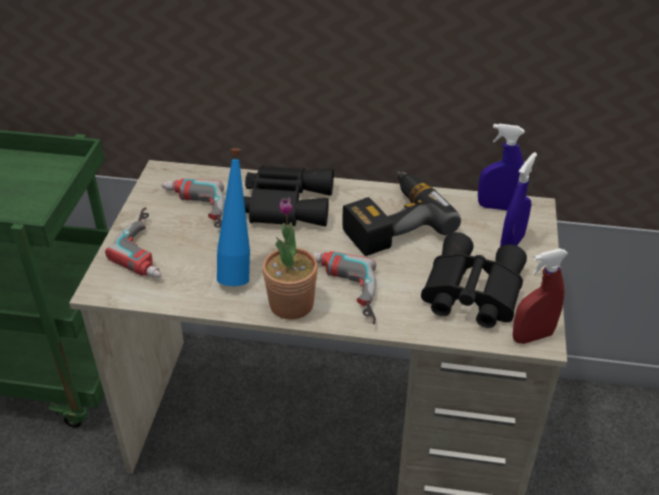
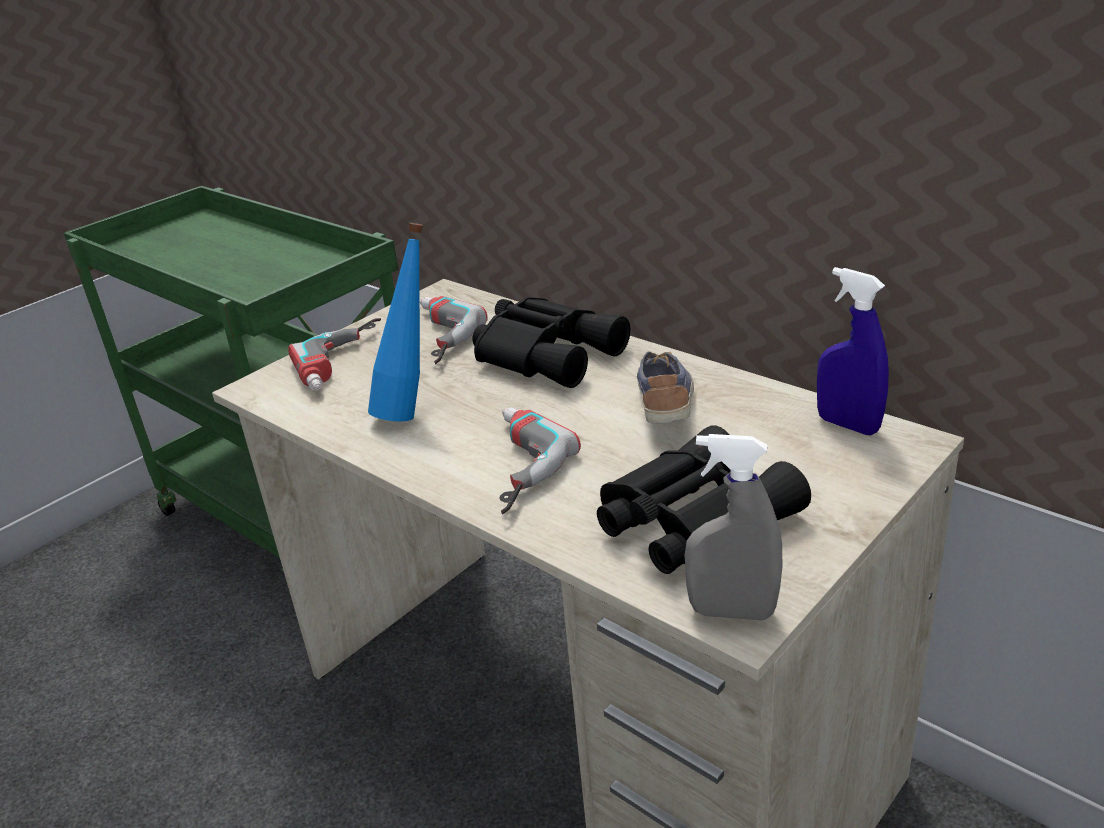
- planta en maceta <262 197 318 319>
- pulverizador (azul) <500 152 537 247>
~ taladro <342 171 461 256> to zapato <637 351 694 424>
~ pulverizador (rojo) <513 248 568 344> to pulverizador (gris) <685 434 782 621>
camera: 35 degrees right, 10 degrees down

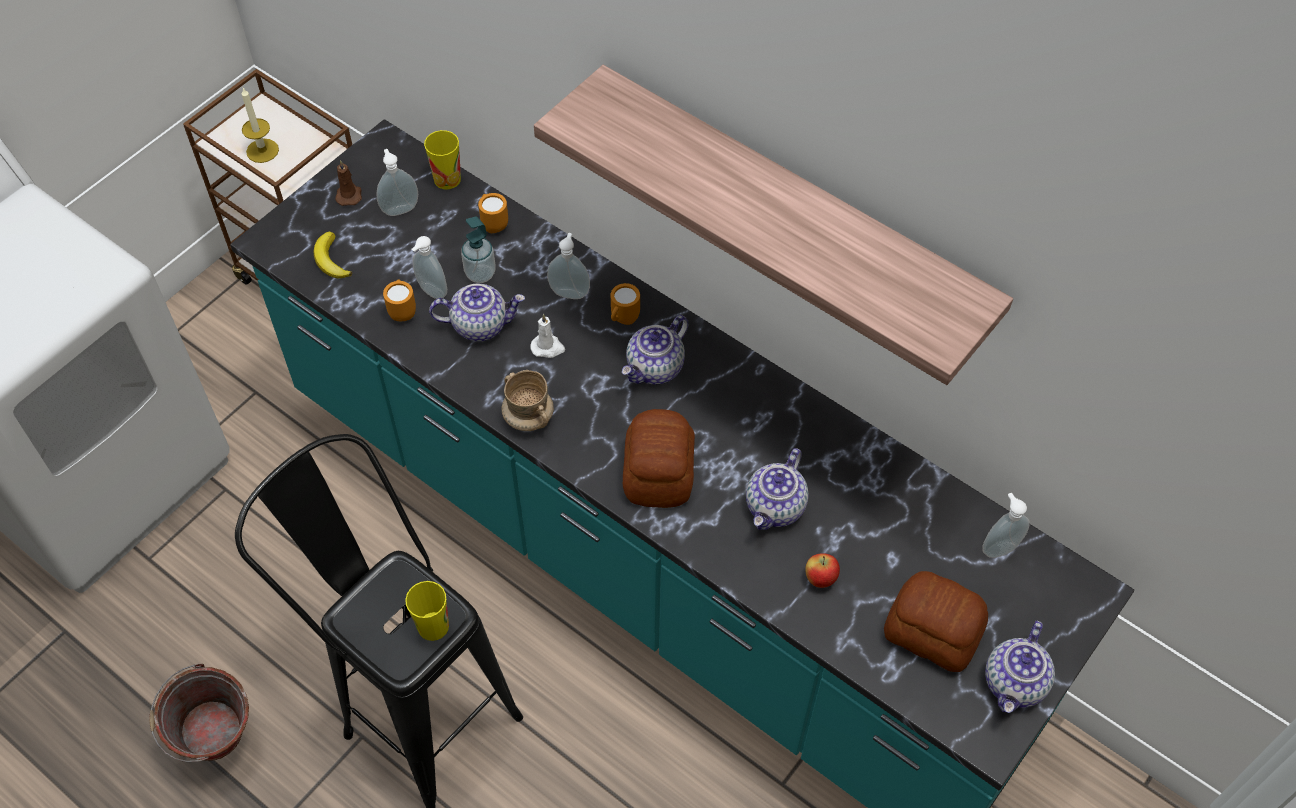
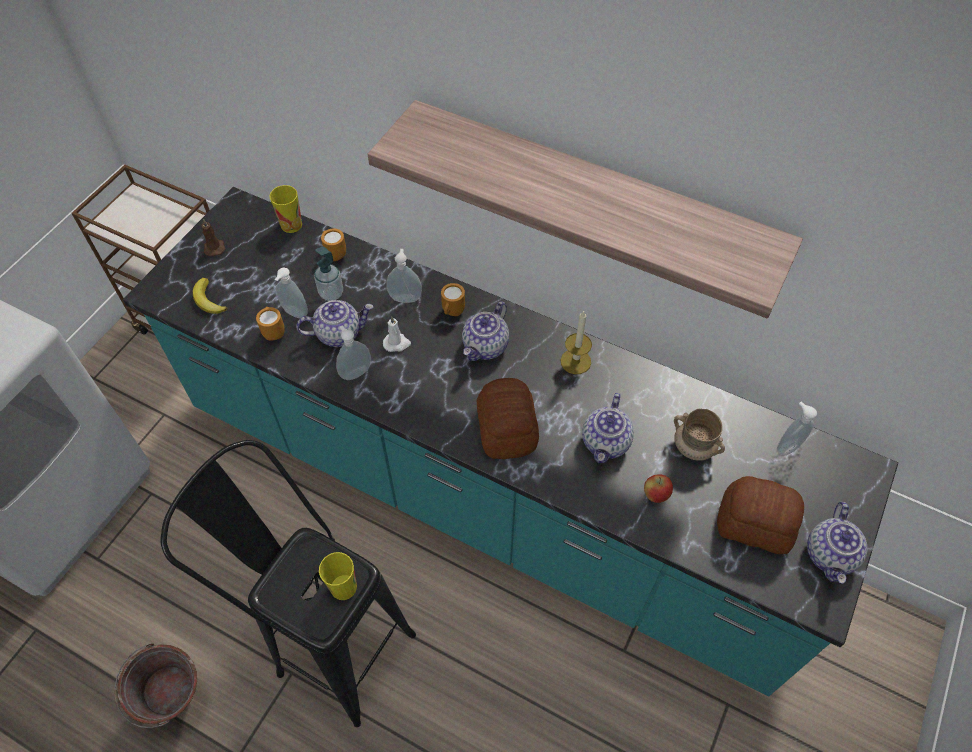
~ vela <241 88 279 163> to <561 311 592 374>
~ dispensador de jabón <376 149 418 216> to <336 326 371 380>
~ taza grande (beis) <502 370 554 431> to <674 409 725 461>
camera: 10 degrees left, 0 degrees up

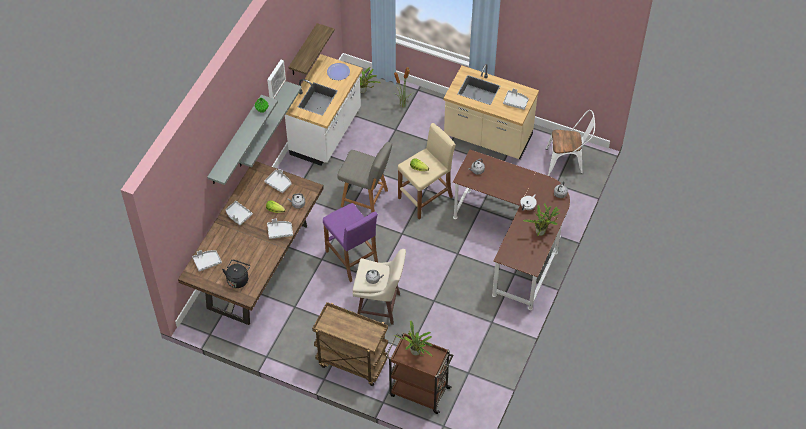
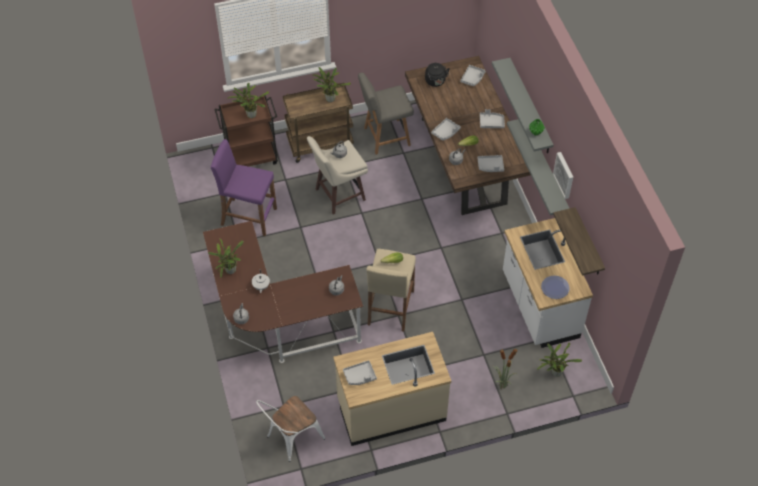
+ planta en maceta <312 67 351 102>
~ taburete (morado) <323 203 378 282> to <211 139 277 236>
~ silla (gris) <337 142 392 213> to <358 73 414 155>
camera: 140 degrees right, 0 degrees up

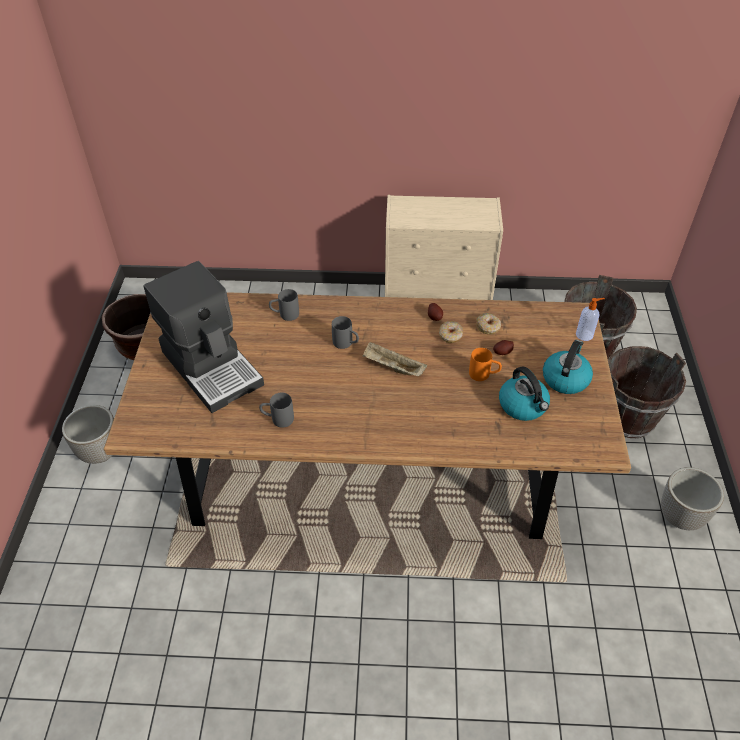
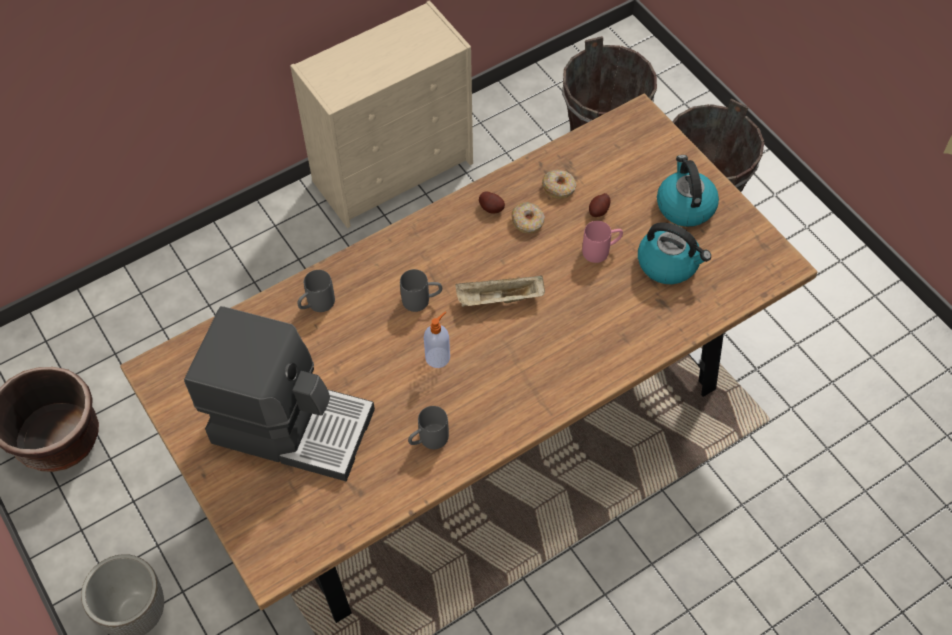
- maceta <661 467 724 530>
~ dispensador de jabón <576 298 605 341> to <424 312 450 368>
~ taza grande (naranja) <469 348 502 381> to taza grande (rosa) <582 221 623 263>
camera: 35 degrees left, 10 degrees up

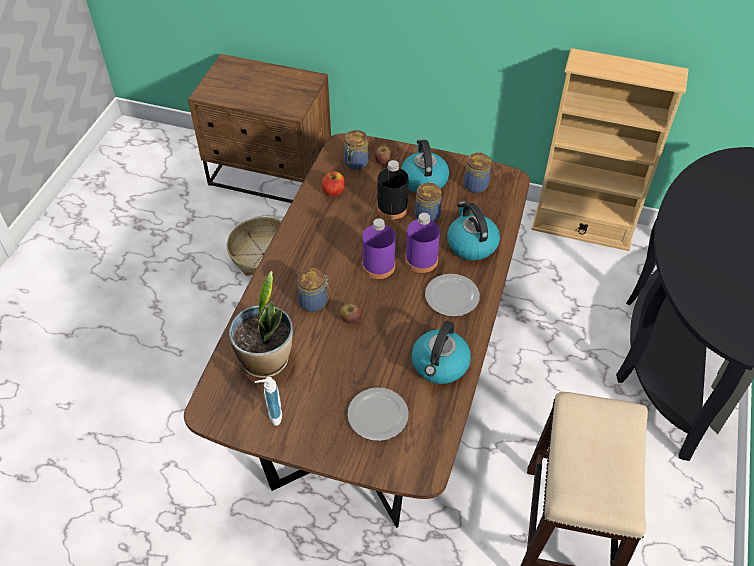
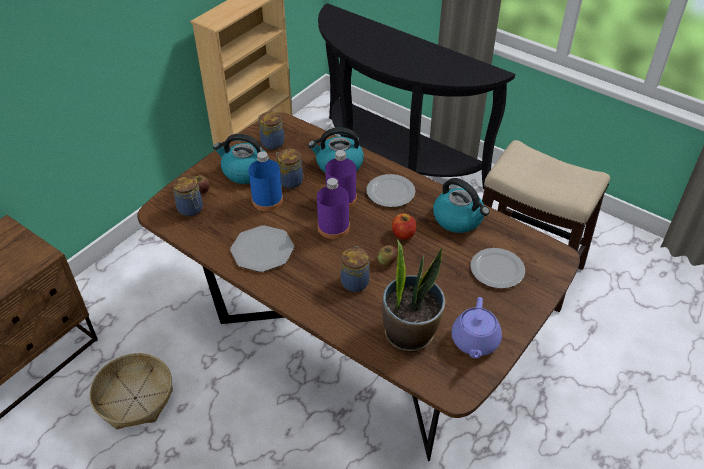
+ plato <230 225 294 272>
~ manzana <322 171 345 196> to <392 213 416 240>
~ dispensador de jabón <255 377 282 426> to tetera (morado) <451 297 502 359>
~ botella (negro) <377 160 409 220> to botella (azul) <248 151 283 211>
camera: 70 degrees left, 5 degrees down

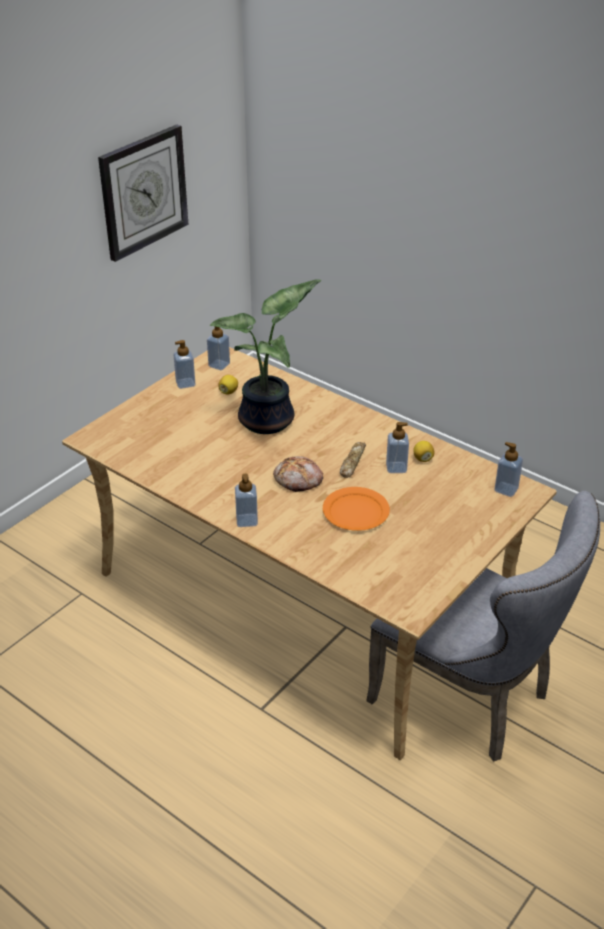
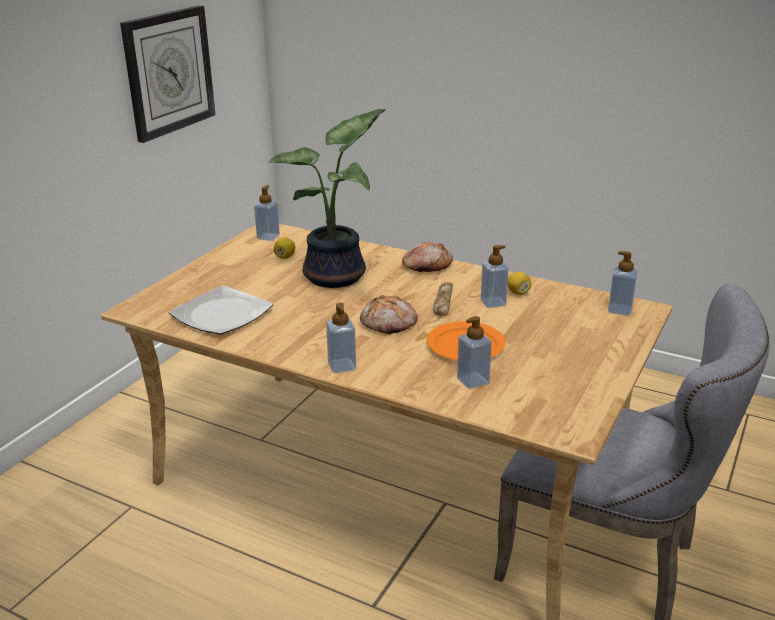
+ plato <169 285 273 335>
+ pan <402 242 453 272>
~ dispensador de jabón <173 340 196 389> to <457 316 492 389>
camera: 10 degrees left, 10 degrees down

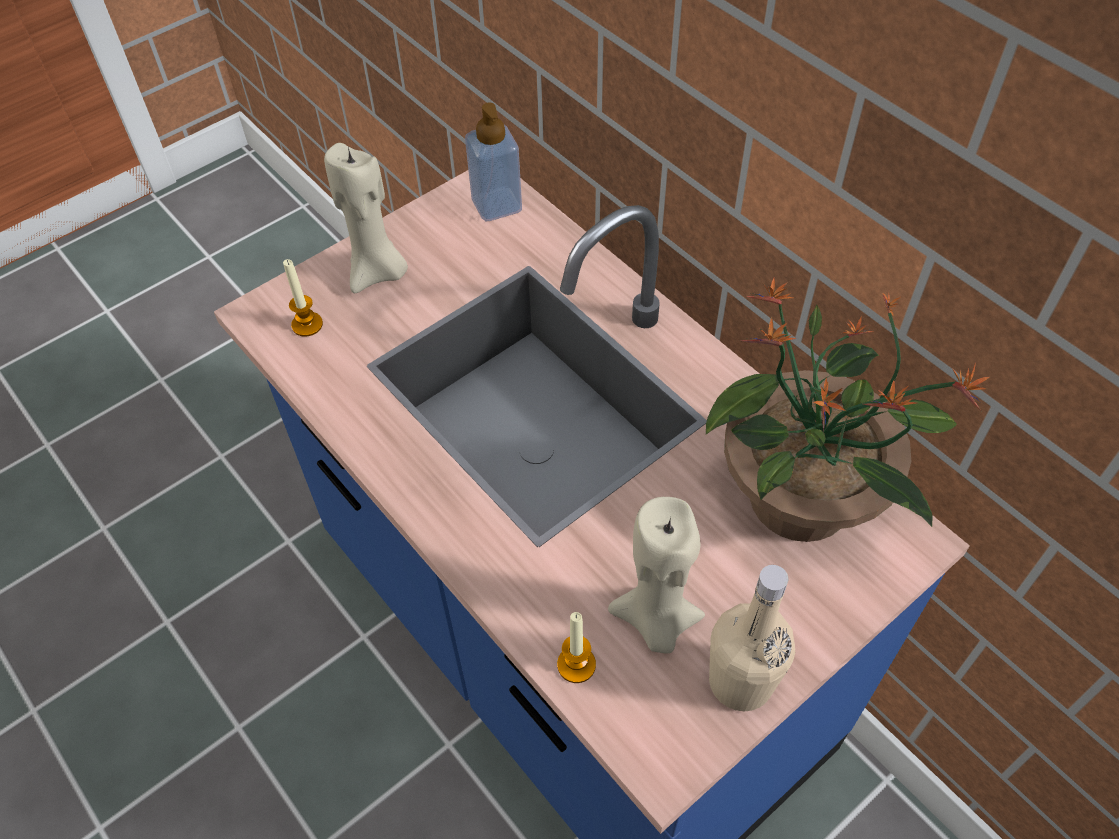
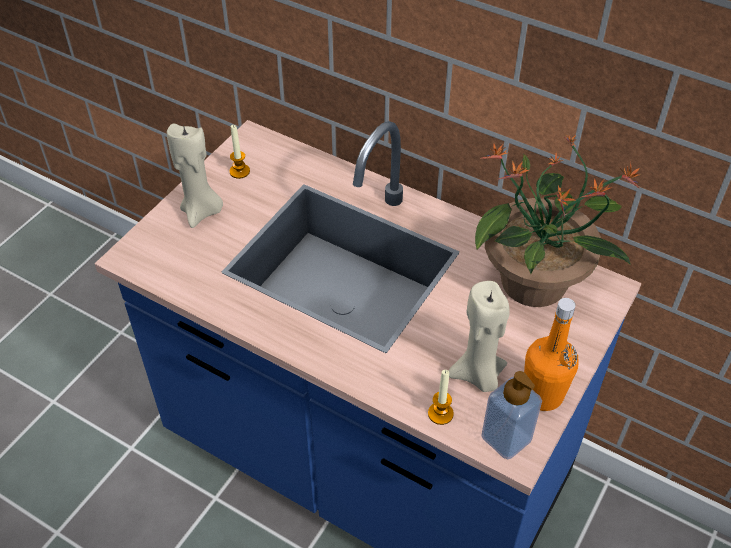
~ vela <283 259 323 337> to <229 125 250 179>
~ dispensador de jabón <465 103 522 221> to <481 371 542 460>
~ botella (beis) <709 565 795 711> to botella (naranja) <524 298 578 411>
camera: 20 degrees left, 5 degrees down

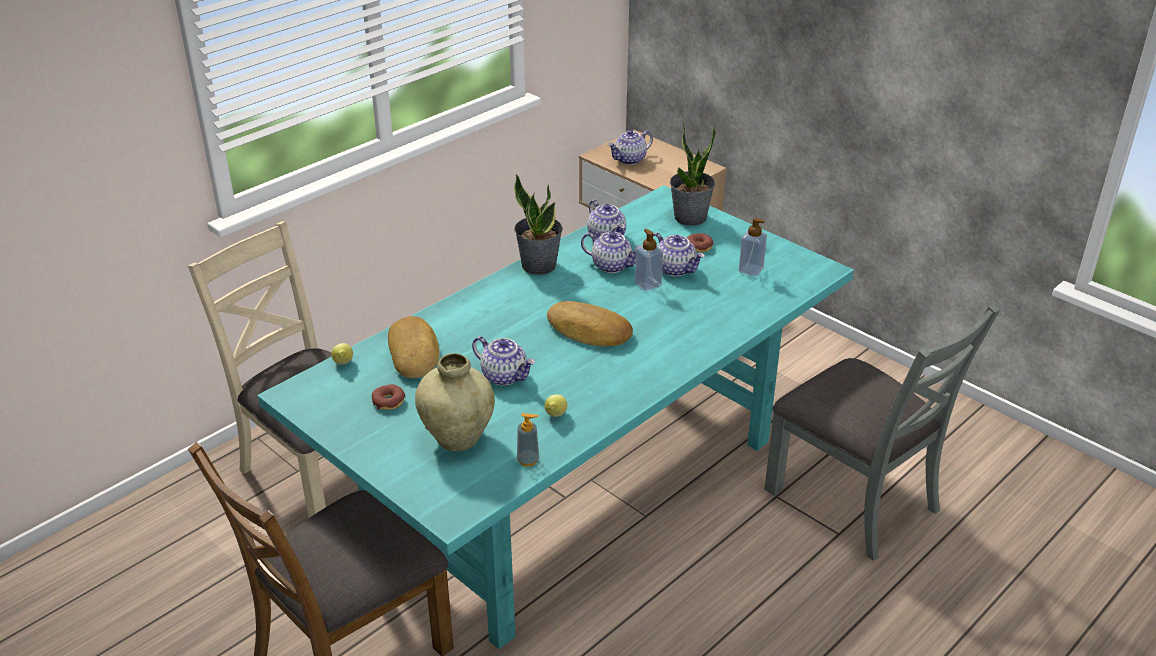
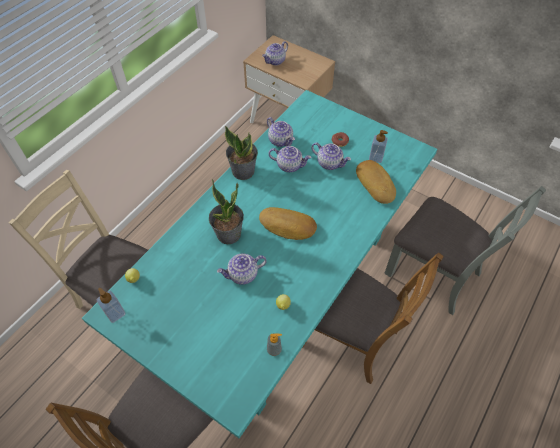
- rosquilla <372 384 406 410>
- florero (beis) <415 353 495 452>
+ silla (marrón) <302 252 444 384>
~ pan <388 316 439 379> to <356 160 396 204>
~ dispensador de jabón <635 229 663 291> to <97 288 125 323>
~ planta en maceta <670 123 716 226> to <209 179 244 244>
~ tetera <472 336 535 386> = <217 253 267 285> 135 degrees clockwise
camera: 10 degrees left, 20 degrees up

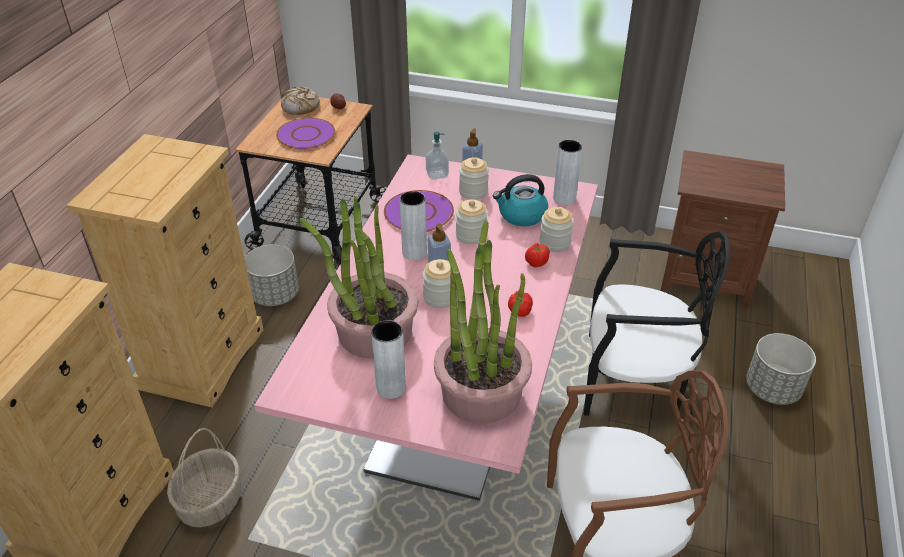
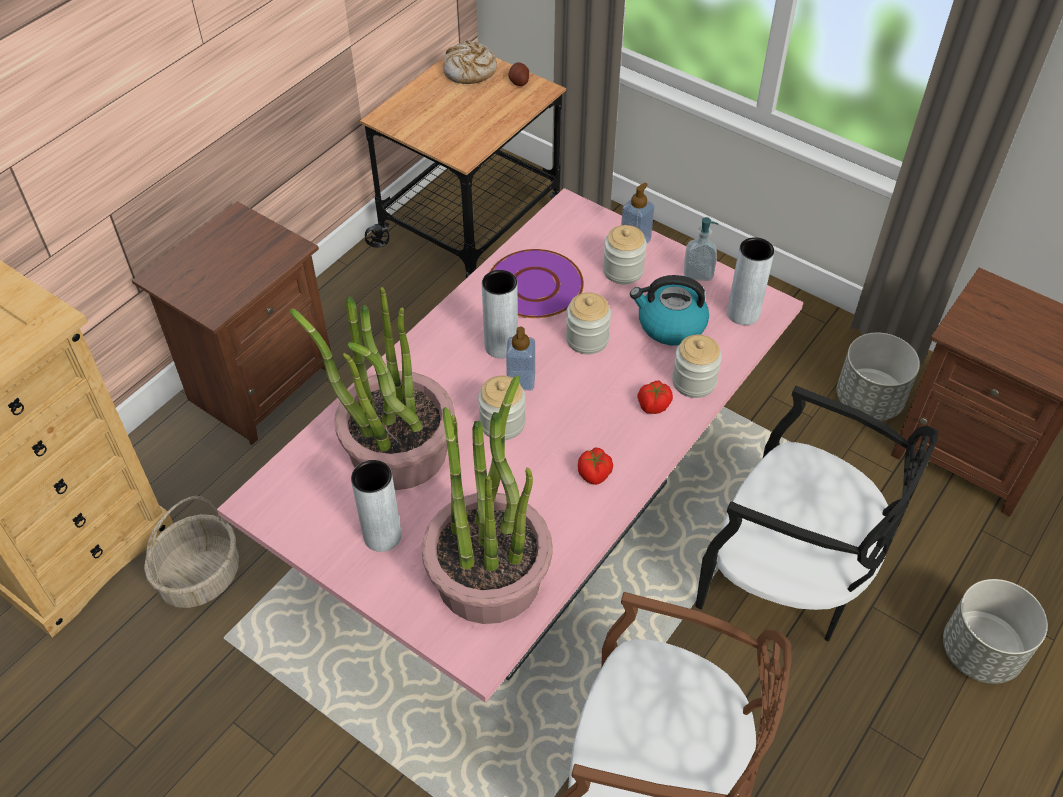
- plato (morado) <276 118 335 149>
~ maceta (gris) <244 244 299 306> to <837 333 920 421>
~ dispensador de jabón <426 132 449 180> to <684 217 718 281>
~ cómoda (beis) <66 134 264 408> to mesita de noche (marrón) <132 201 331 445>
camera: 20 degrees right, 10 degrees up

